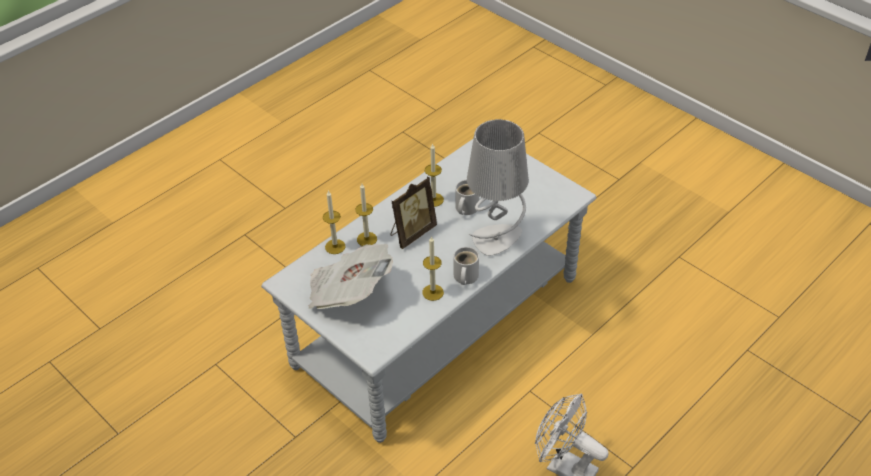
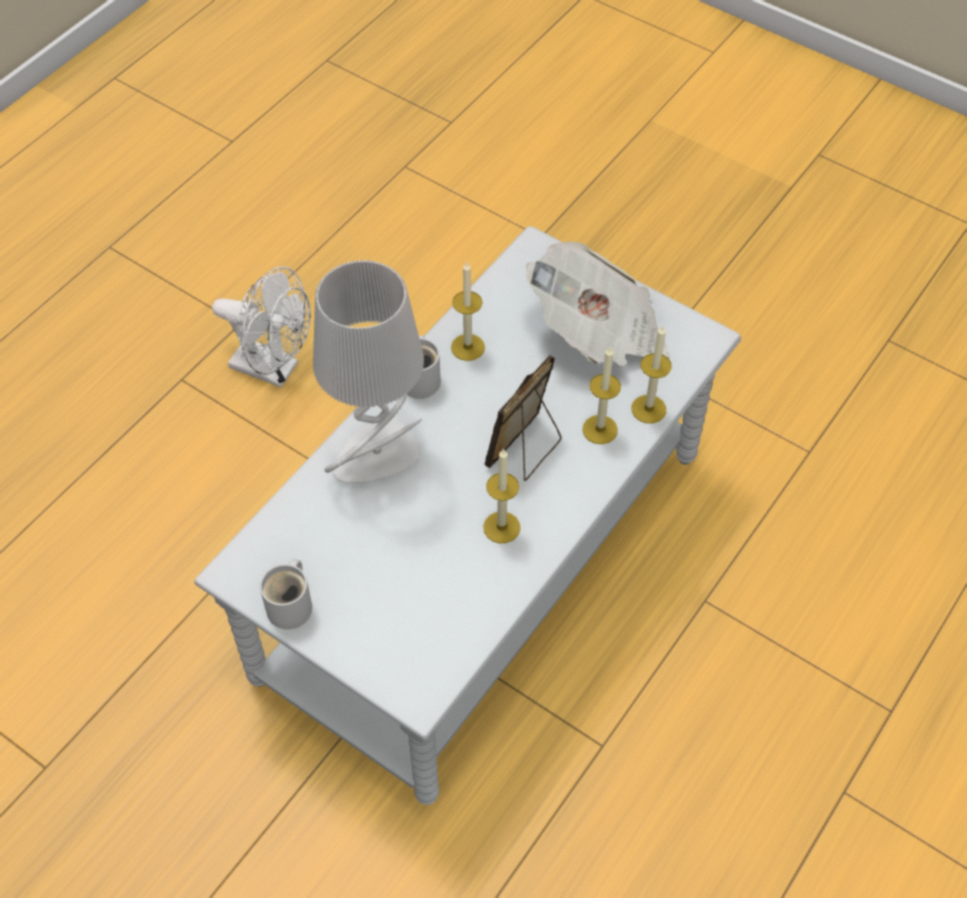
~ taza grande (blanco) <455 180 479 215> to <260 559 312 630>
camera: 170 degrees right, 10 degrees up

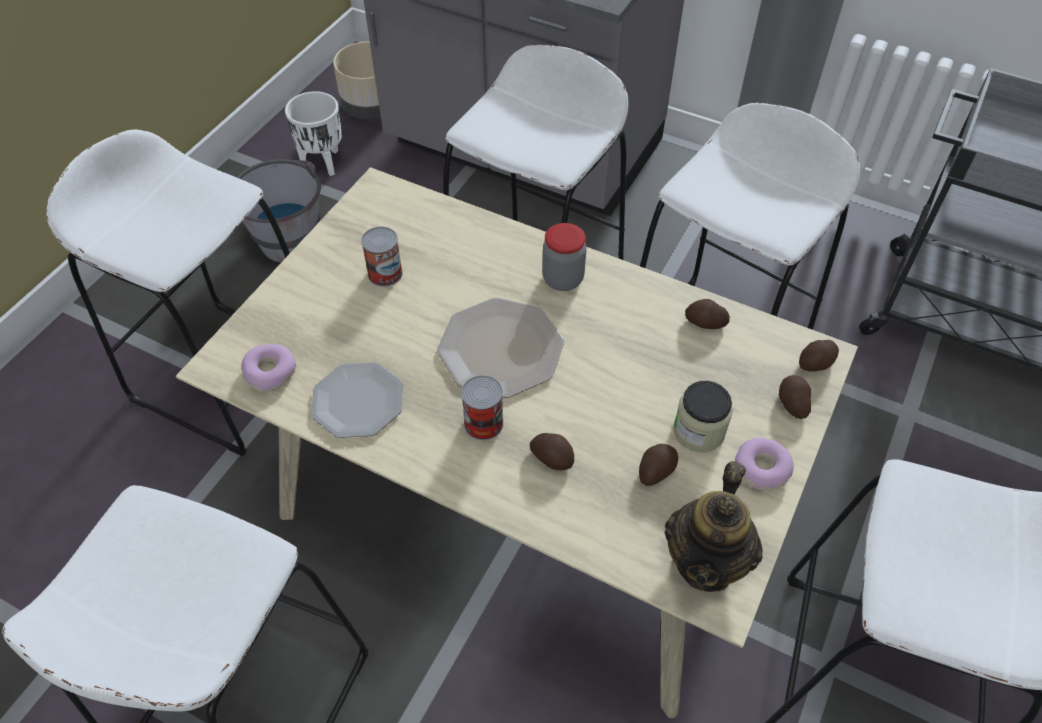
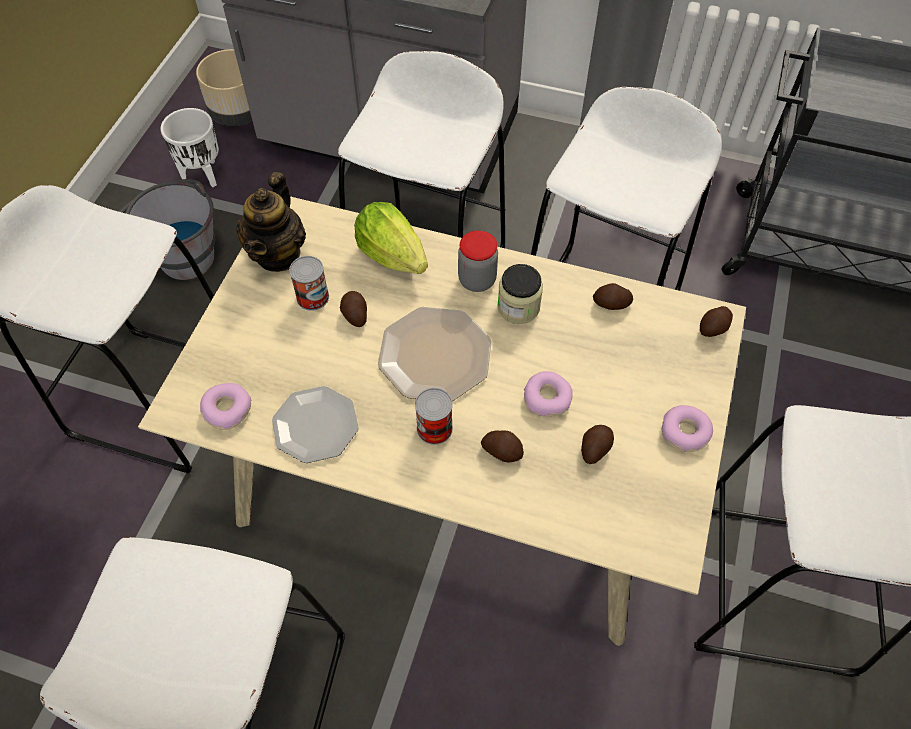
+ lechuga <354 202 428 274>
+ rosquilla <524 371 573 417>
~ tetera <665 461 763 592> to <236 172 306 272>
~ tarro <673 381 733 452> to <497 264 543 324>
~ patata <779 375 811 419> to <340 291 367 327>
camera: 10 degrees left, 5 degrees up

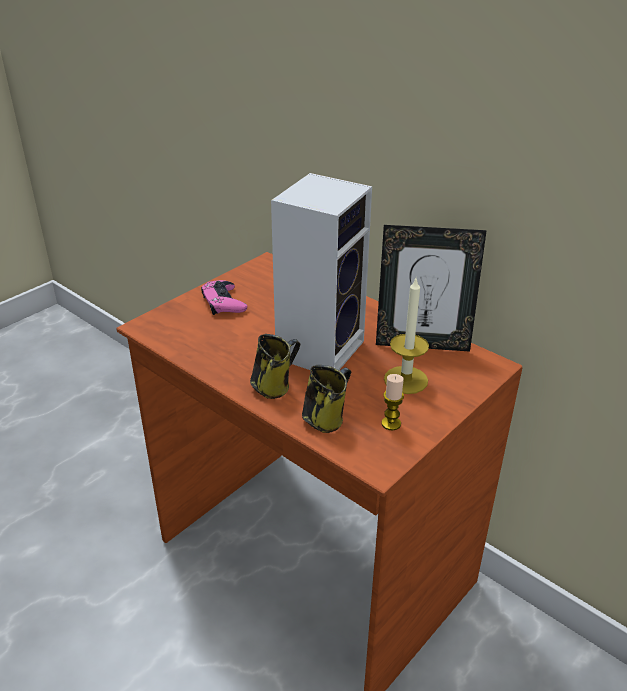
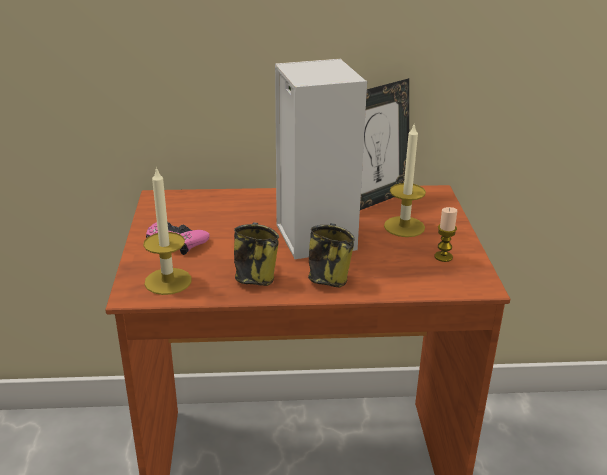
+ vela <143 166 192 295>
~ taza grande <302 365 351 433> to <234 222 279 286>
camera: 45 degrees left, 5 degrees down

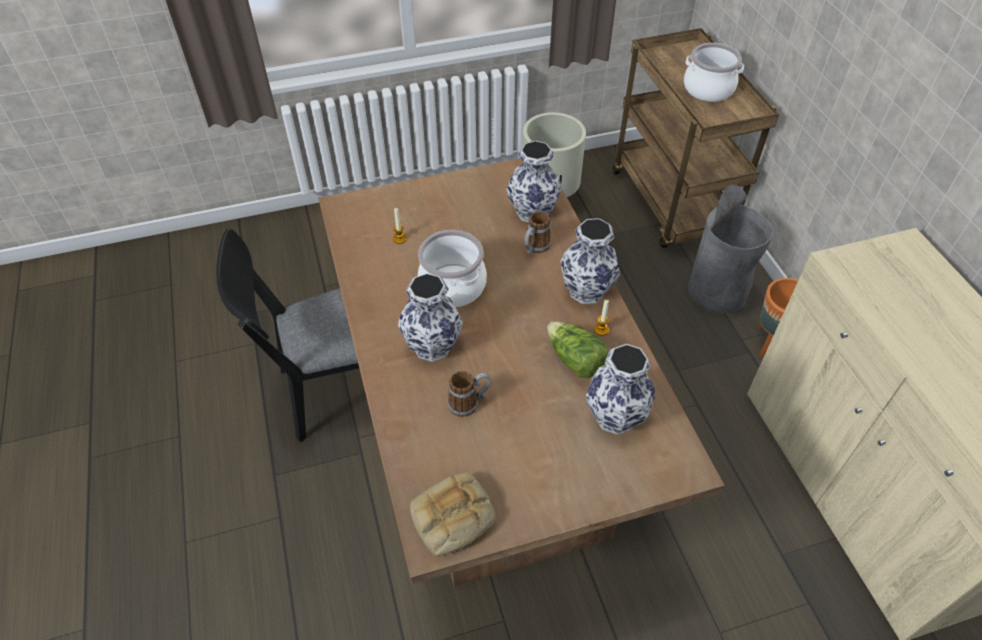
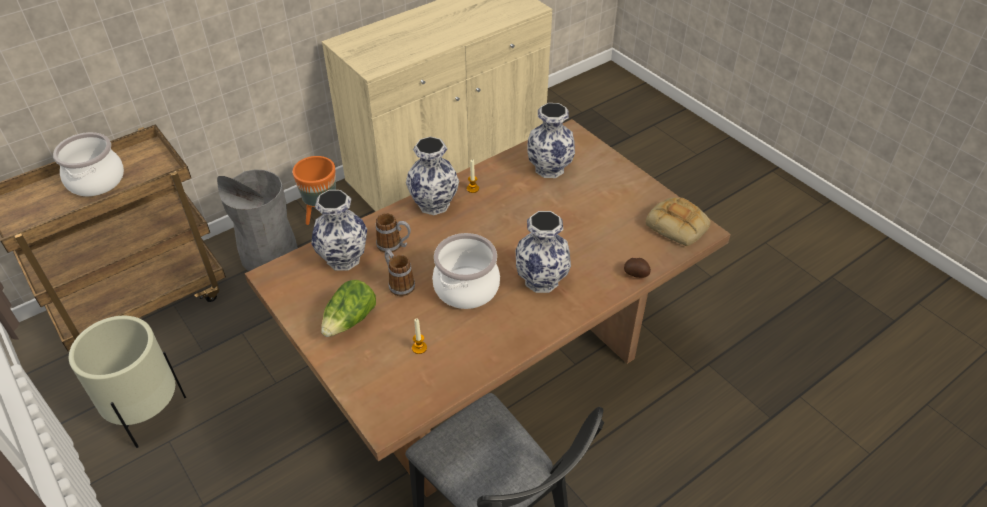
+ patata <624 258 651 278>
~ taza grande <447 371 491 417> to <385 250 415 296>
~ lechuga <547 321 609 378> to <321 280 376 337>
camera: 110 degrees left, 5 degrees down

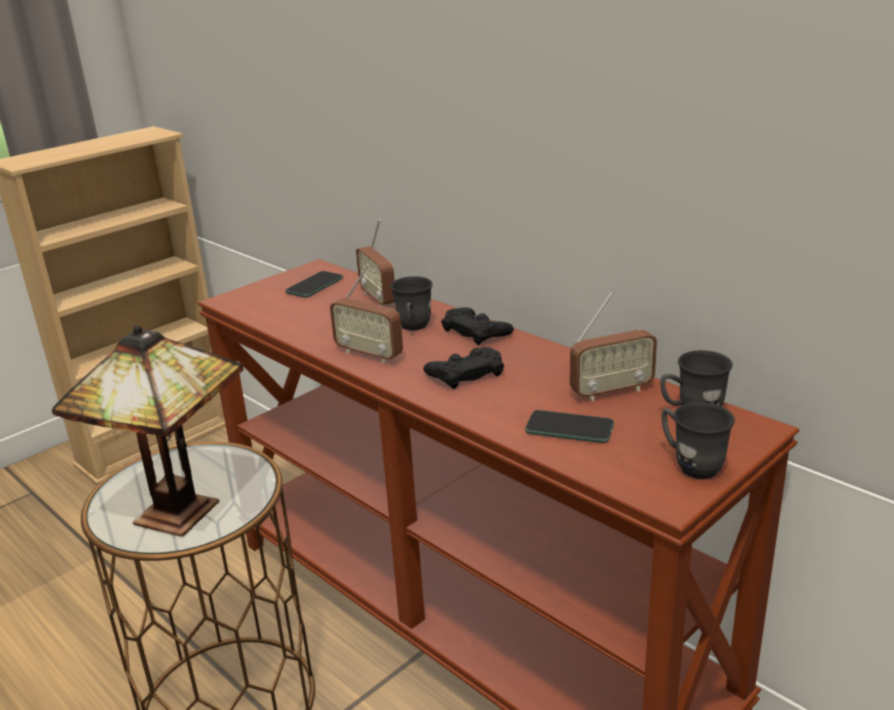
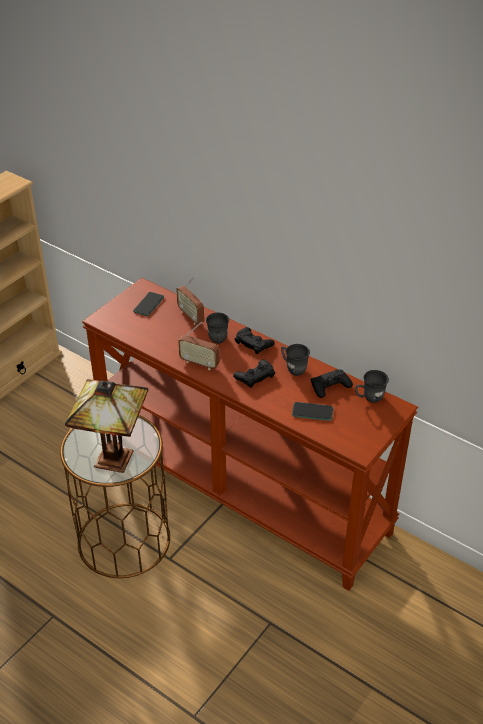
~ taza grande (gris) <661 402 735 479> to <281 344 310 376>
~ radio <570 292 657 401> to mando de consola (negro) <311 369 353 398>
camera: 10 degrees left, 15 degrees up

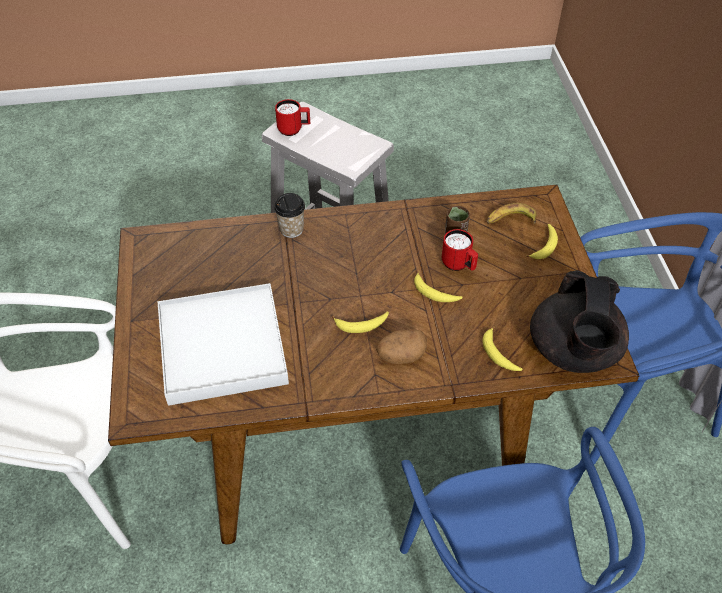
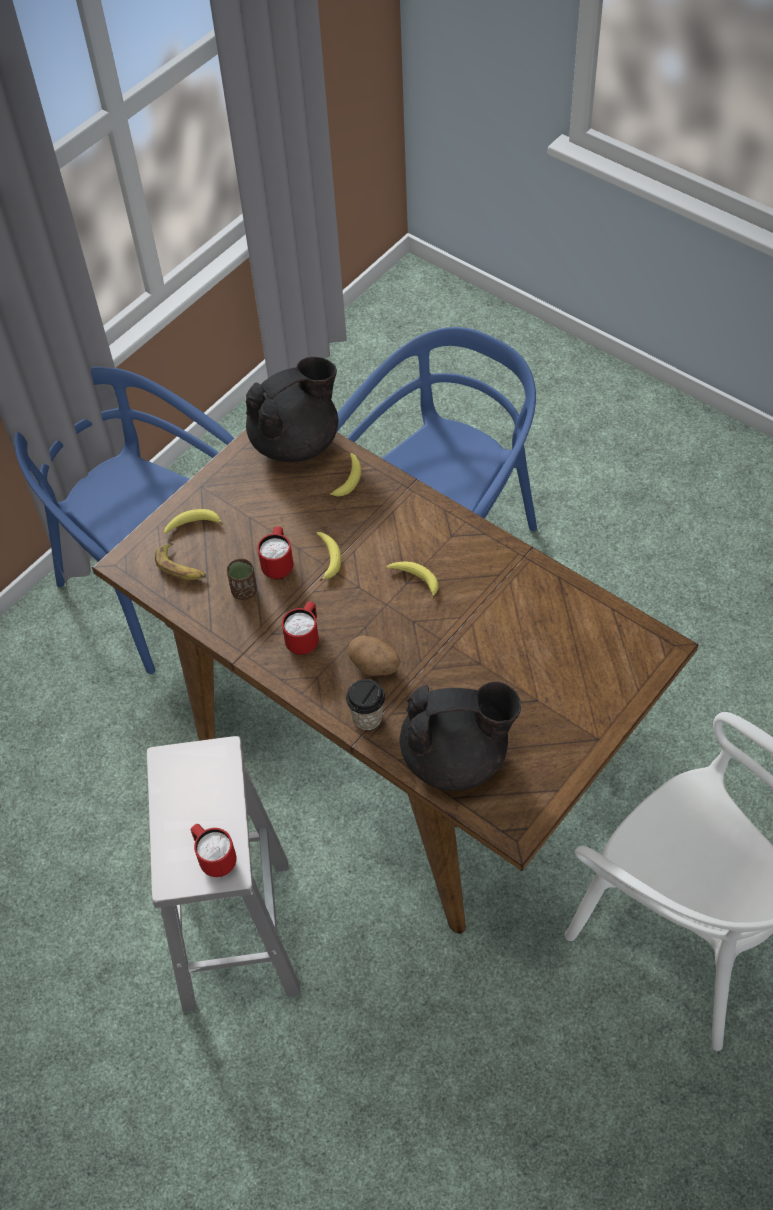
- bandeja (blanco) <158 283 289 406>
+ taza grande (rojo) <282 601 319 655>
+ tetera (negro) <400 681 521 791>
~ patata <376 330 427 364> to <347 635 401 676>
camera: 130 degrees left, 5 degrees up

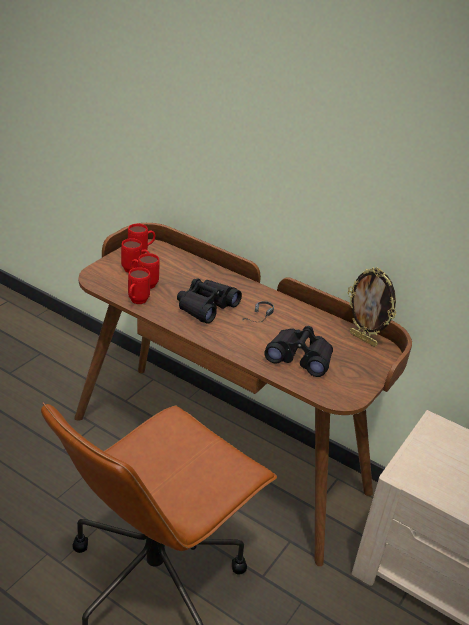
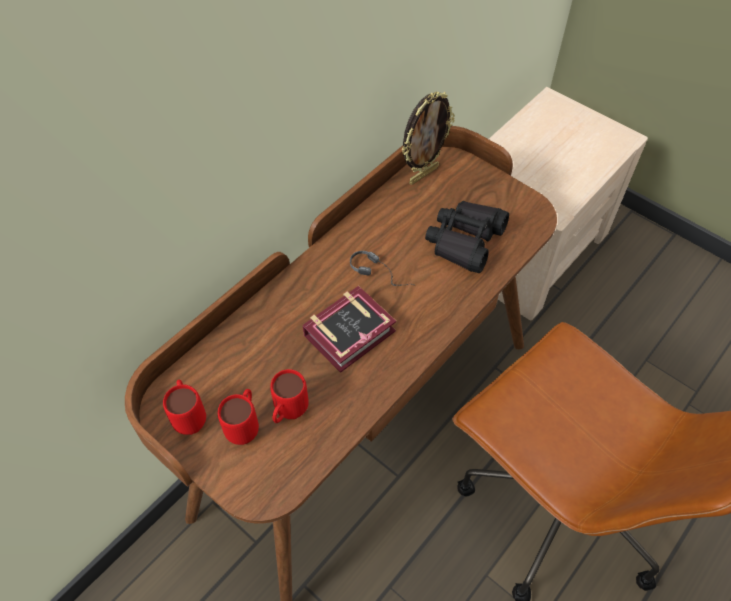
- taza grande (rojo) <128 267 150 304>
~ prismáticos (negro) <177 278 242 324> to libro <303 286 396 373>
camera: 80 degrees left, 20 degrees up

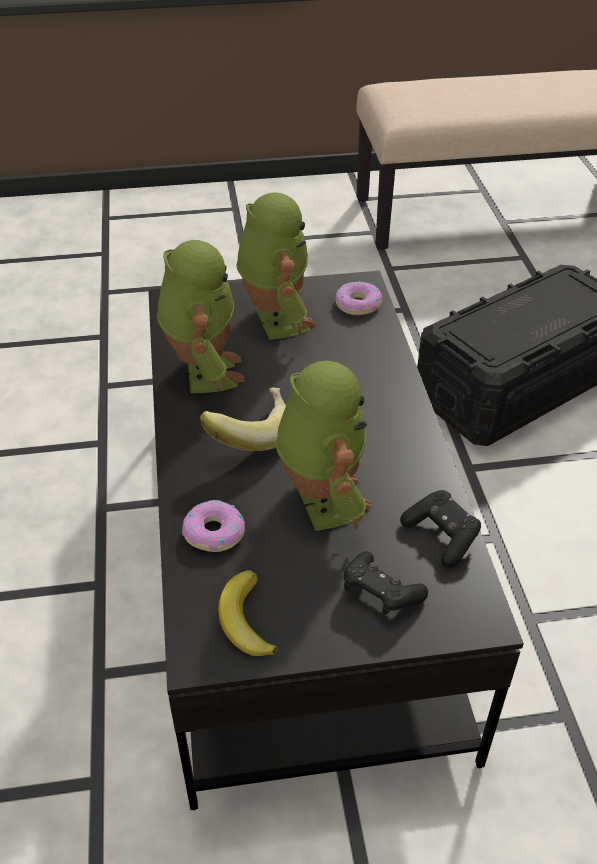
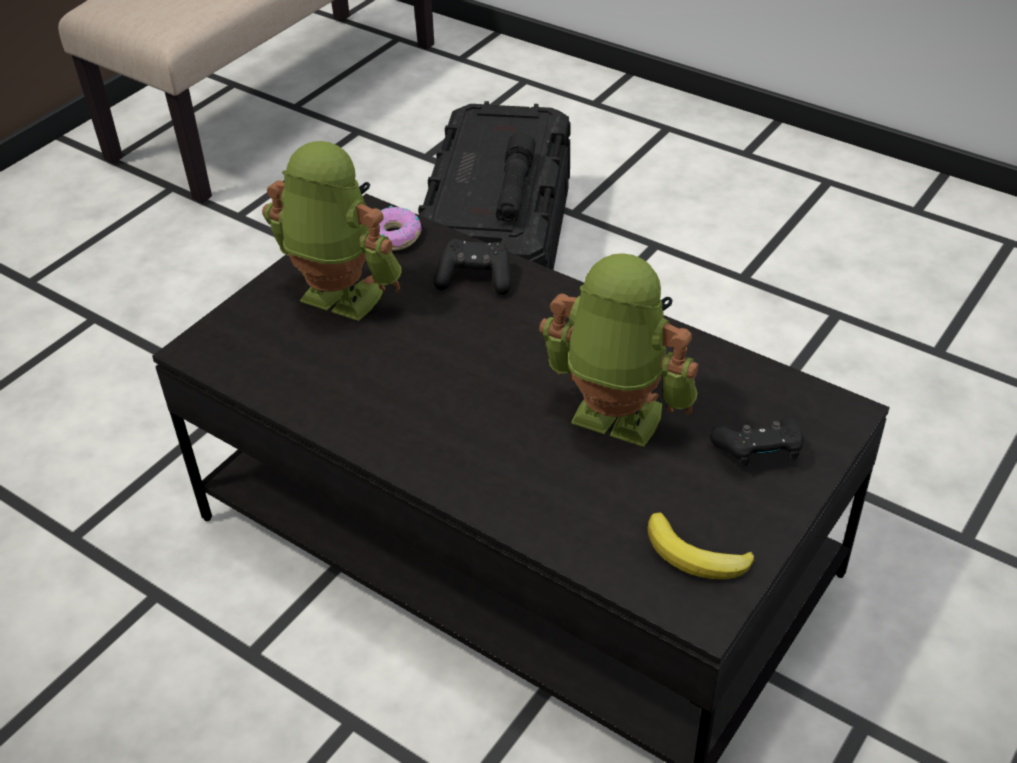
- robot de juguete <157 240 245 393>
- rosquilla <182 500 245 552>
- plátano <200 387 286 451>
+ linterna (negro) <496 132 536 222>
~ mando de consola (negro) <400 490 481 568> to <433 239 511 295>
camera: 45 degrees left, 0 degrees up

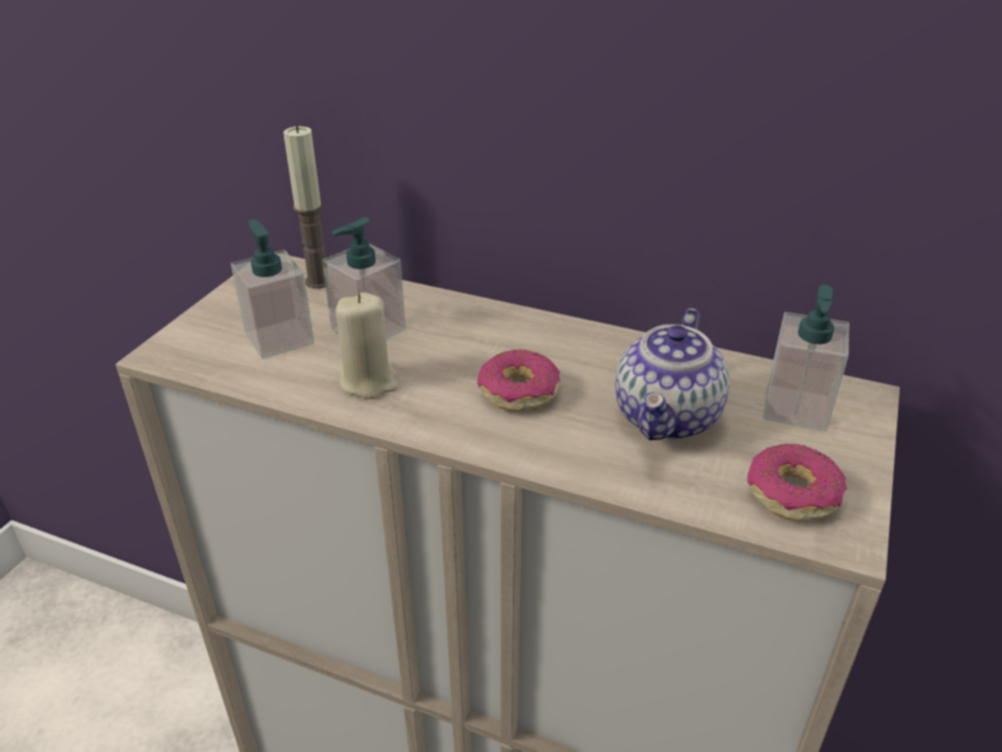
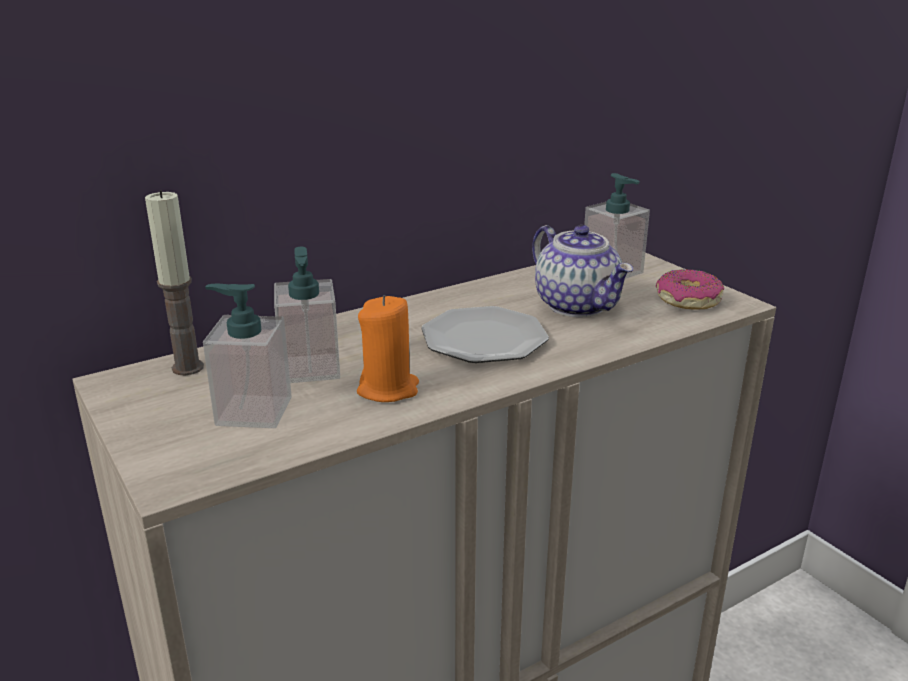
~ rosquilla <477 349 560 411> to plato <421 306 549 363>
~ vela (beis) <335 292 399 399> to vela (naranja) <357 295 419 402>
camera: 55 degrees left, 10 degrees down

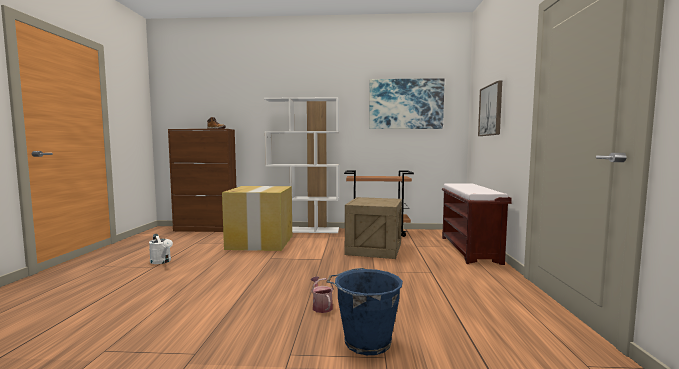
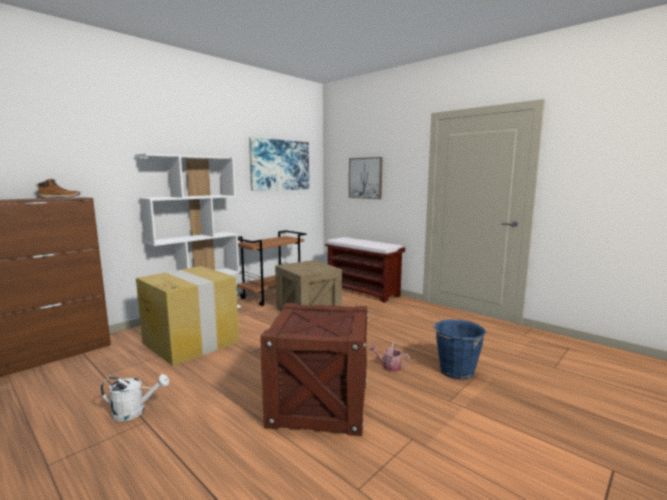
+ caja de embalaje <260 303 368 436>
camera: 50 degrees left, 5 degrees up

